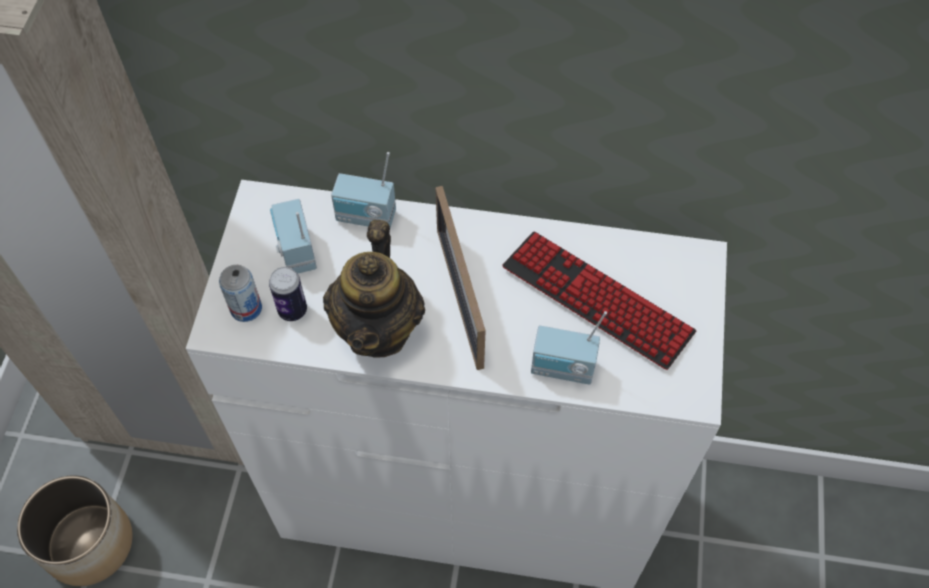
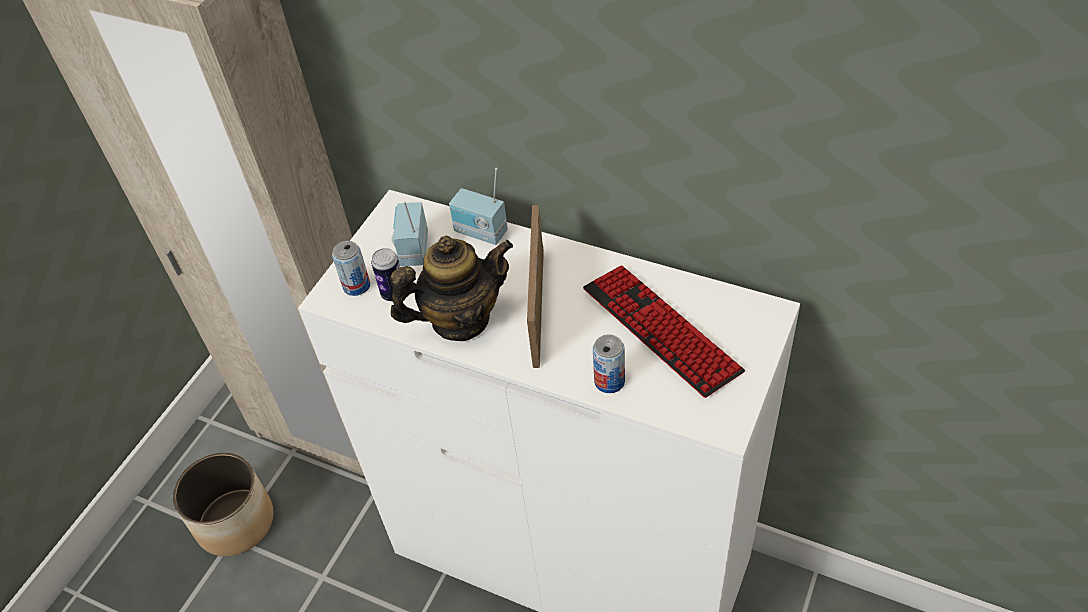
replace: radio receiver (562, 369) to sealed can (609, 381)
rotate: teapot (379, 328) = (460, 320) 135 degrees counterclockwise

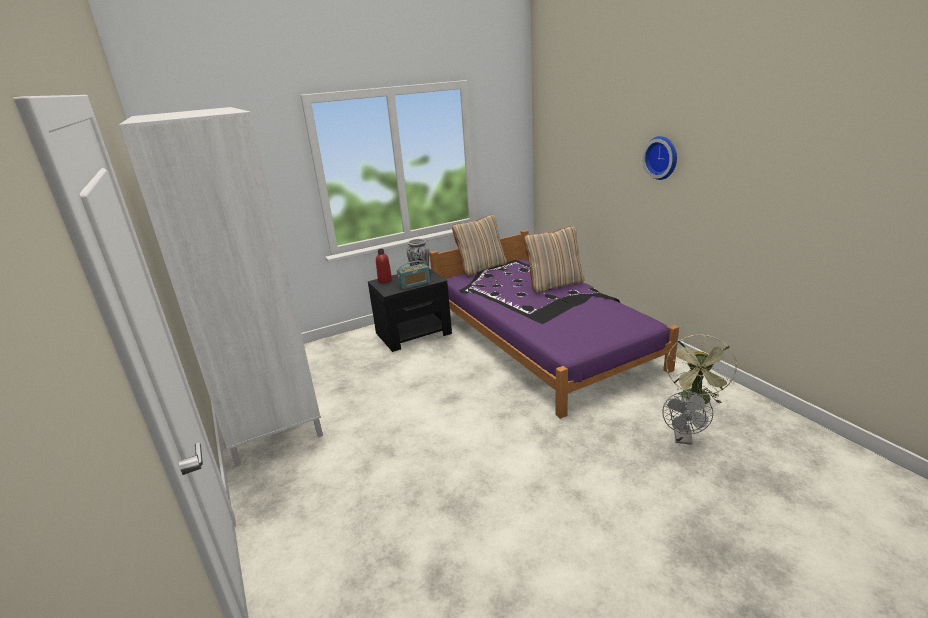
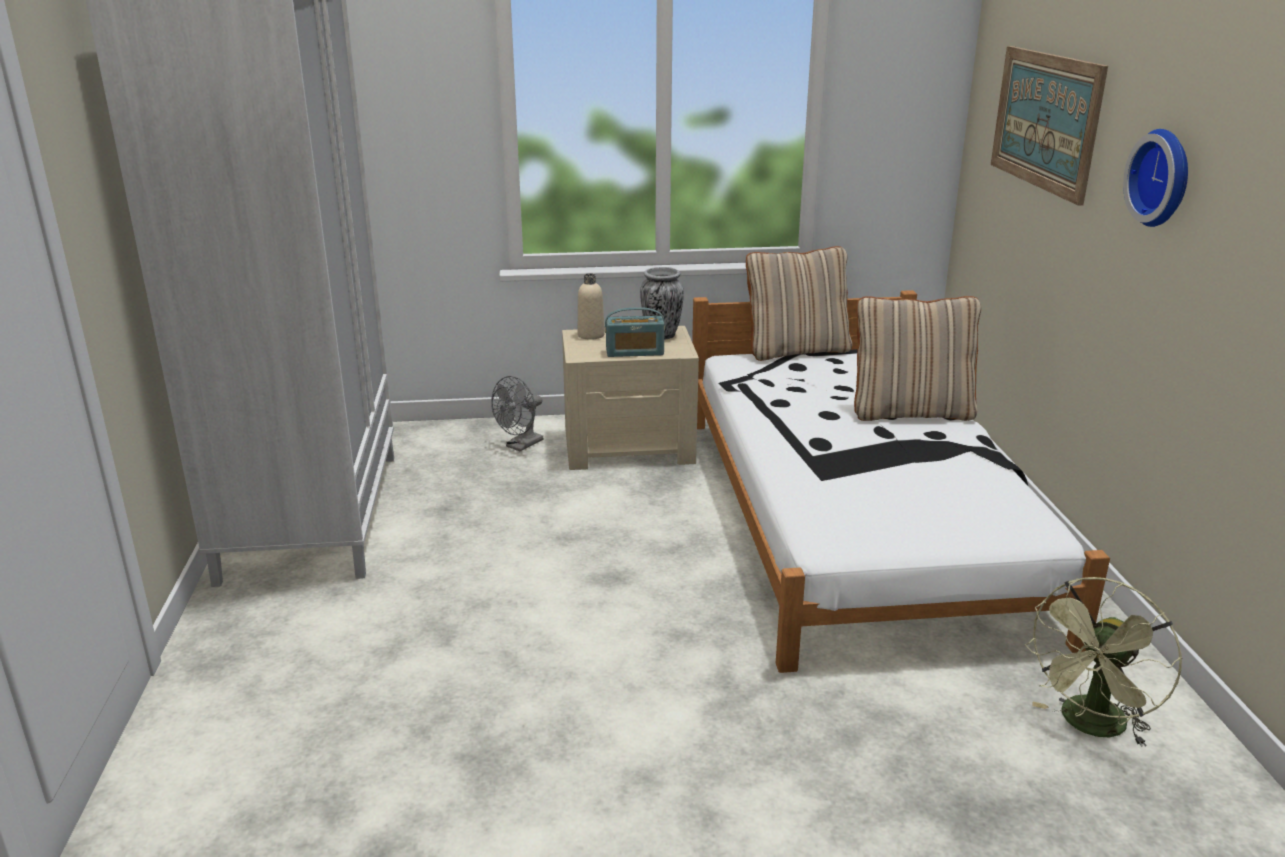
insert: wall art (1045, 120)
move: electric fan in grey (683, 439) to (521, 446)
recolor: night table in black-coloured (414, 333) to night table in beige (629, 446); bottle in red (385, 280) to bottle in beige (591, 335); sleeping bed in purple (539, 339) to sleeping bed in white (851, 516)

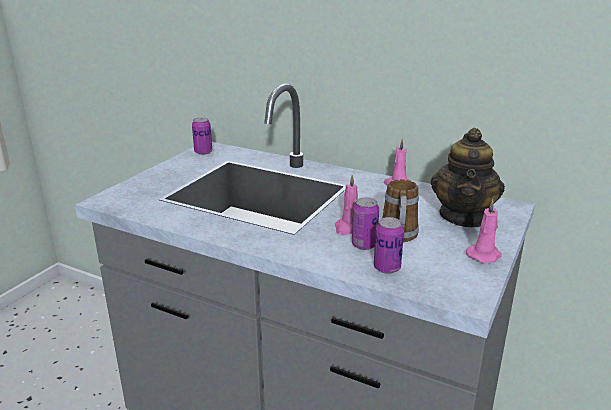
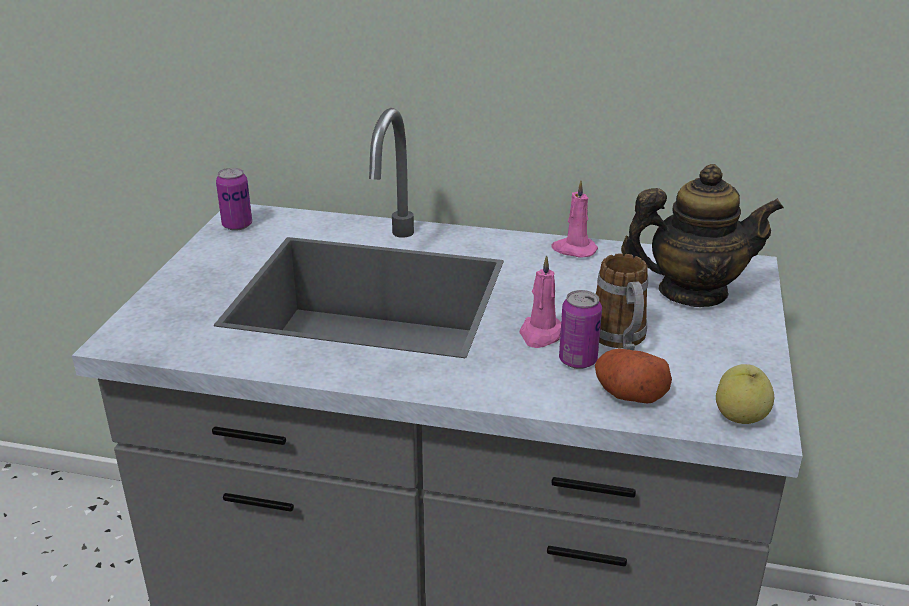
delete: candle in pink (484, 255)
insert: apple (741, 416)
replace: sealed can (387, 268) to potato (628, 394)
rotate: teapot (463, 217) = (692, 292) 90 degrees counterclockwise

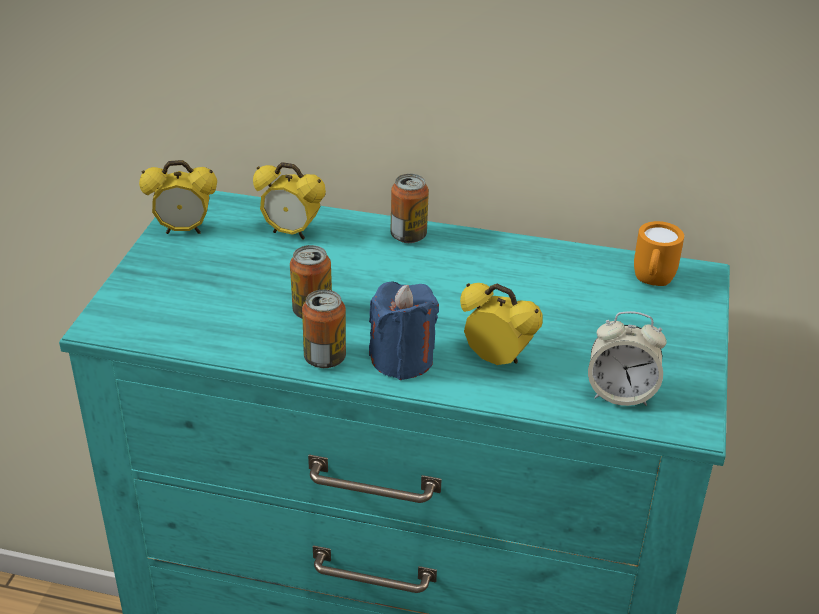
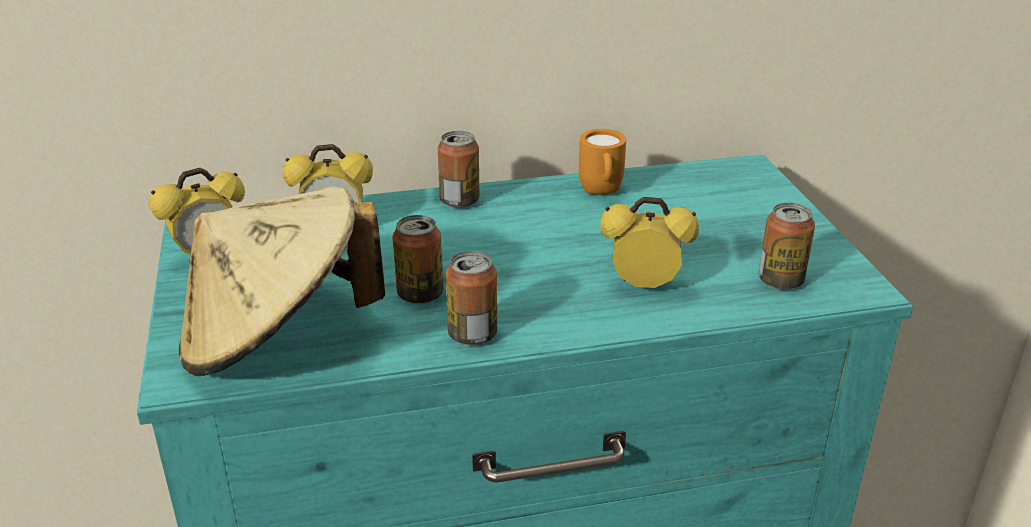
delete: candle in blue (402, 359)
insert: hat in beige (278, 337)
move: mug in orange (651, 283) to (601, 193)
replace: table clock (620, 393) to sealed can (780, 281)

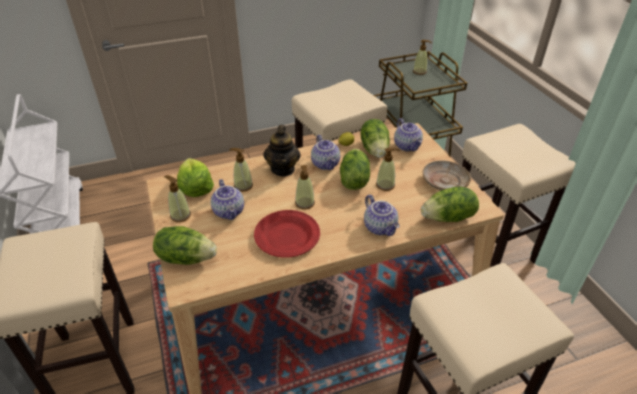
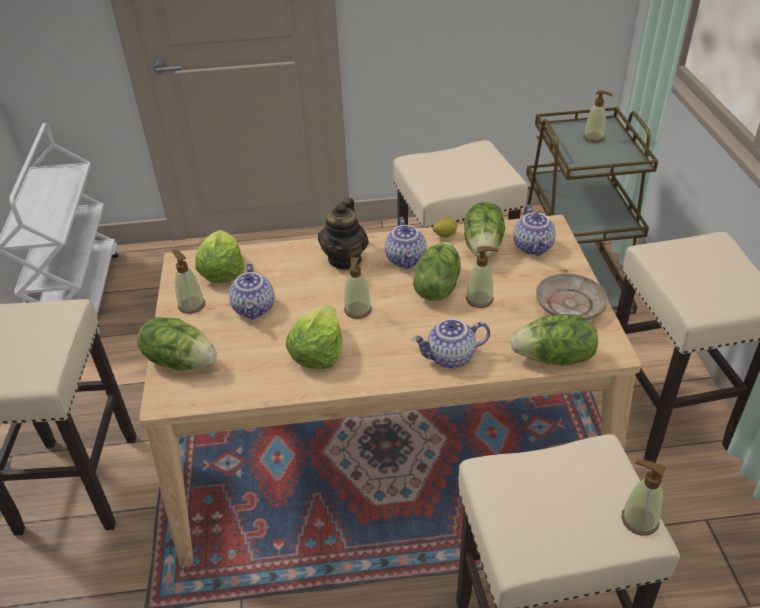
move: liquid soap bottle (243, 186) to (639, 520)
replace: dinner plate in red (287, 236) to head of lettuce (318, 352)
rotate: teapot (381, 227) = (450, 358) 90 degrees clockwise

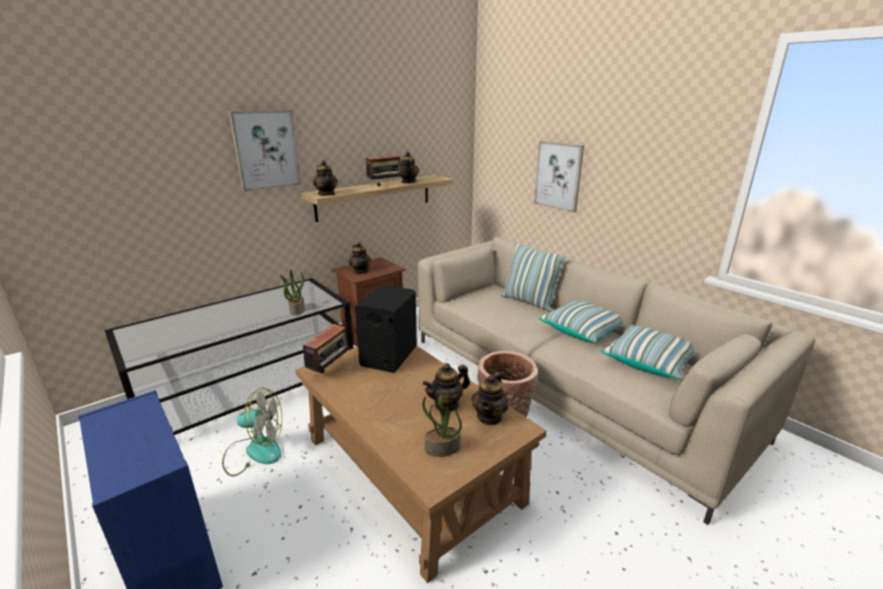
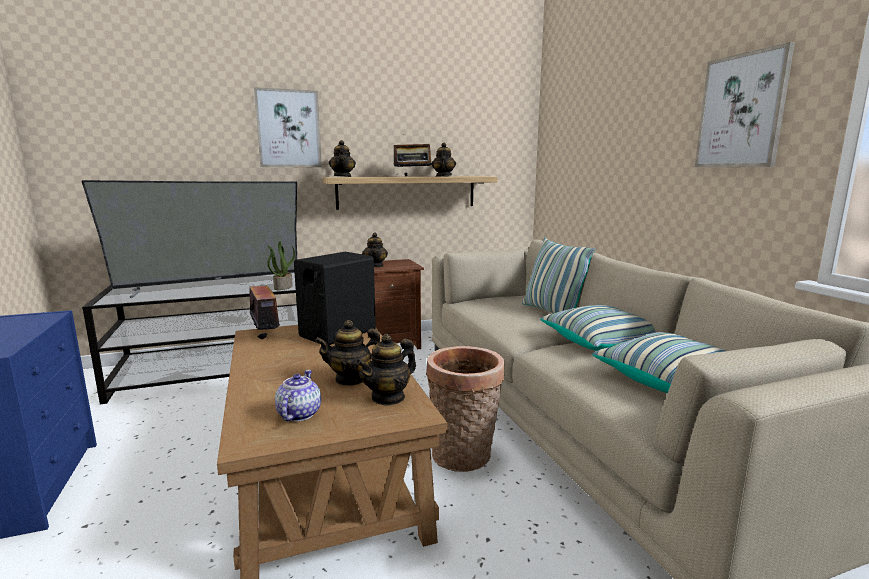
delete: electric fan (254, 451)
insert: TV set (212, 286)
move: wall art (558, 176) to (741, 111)
replace: potted plant (442, 449) to teapot (298, 414)
rotate: radio receiver (330, 370) = (266, 335) 75 degrees counterclockwise

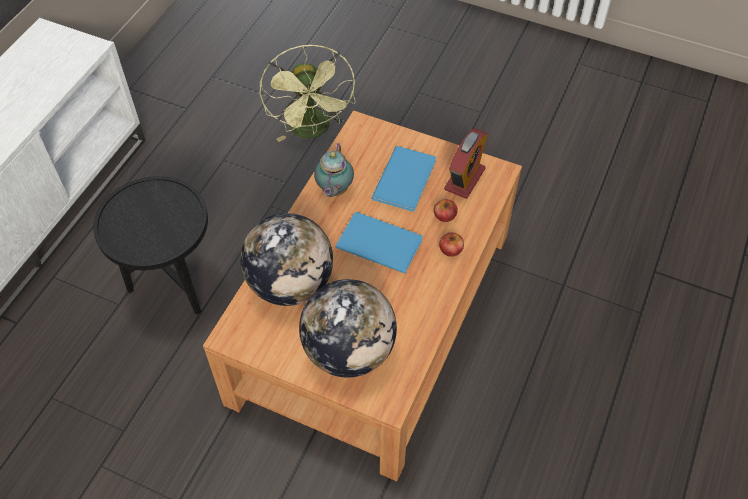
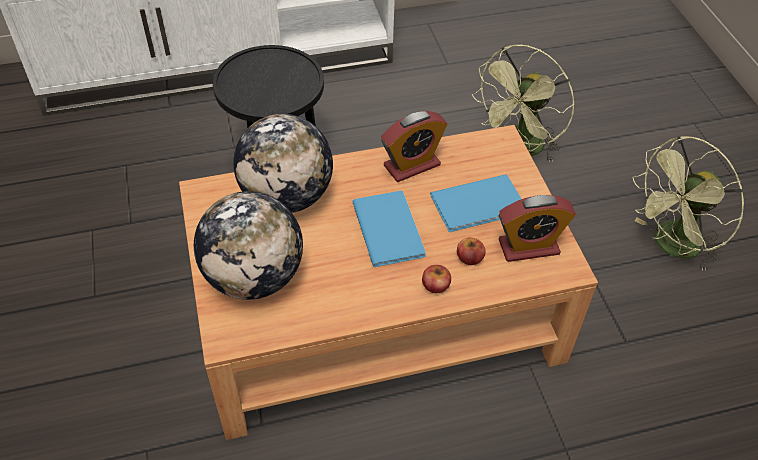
insert: electric fan in green (671, 246)
replace: teapot (334, 191) to table clock (412, 165)

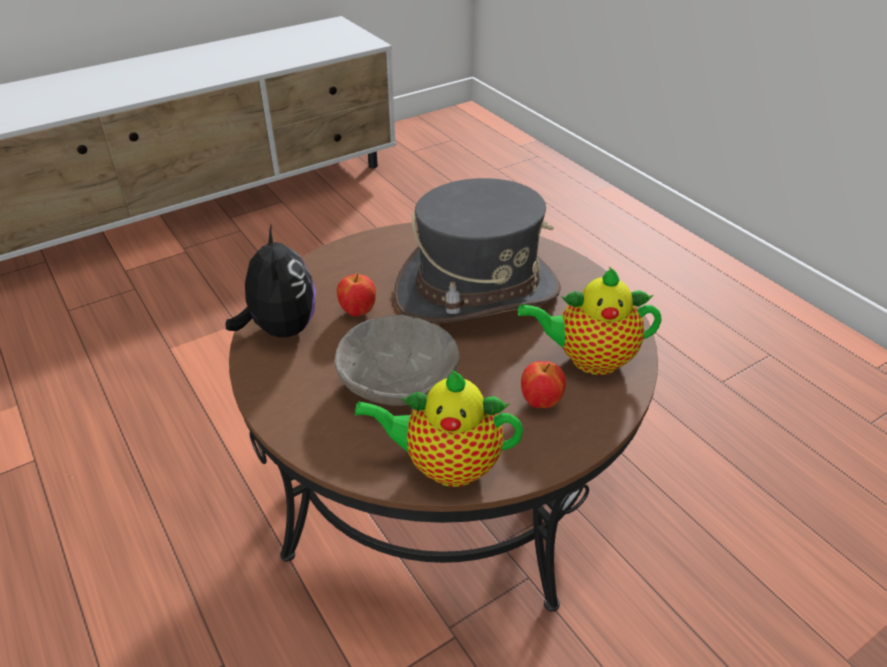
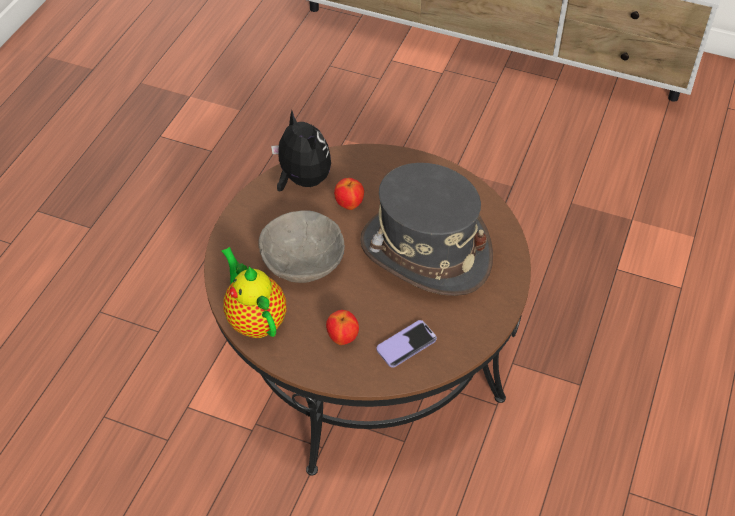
replace: teapot (589, 359) to handset (406, 345)
rotate: cuddly toy (280, 328) = (302, 180) 75 degrees counterclockwise

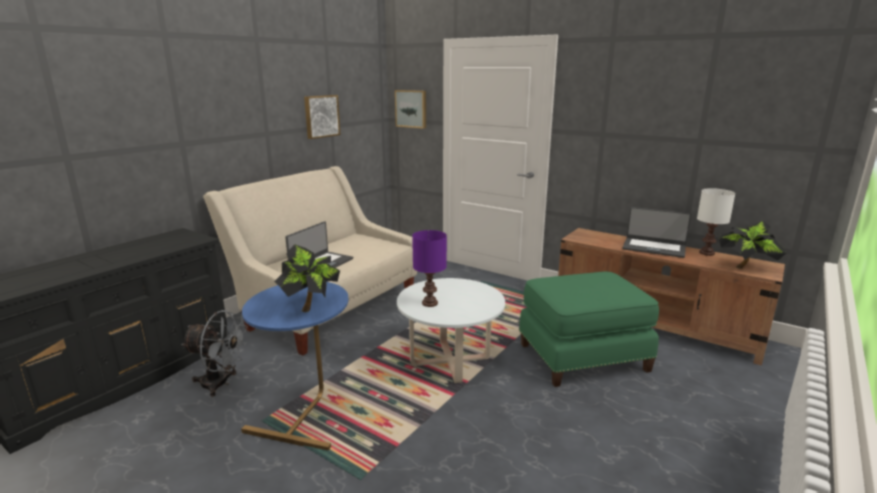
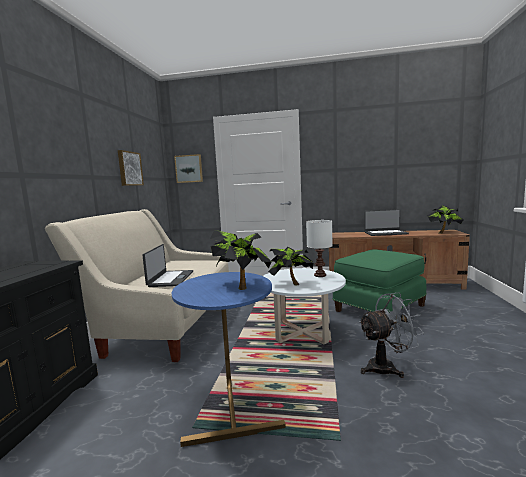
move: electric fan in grey (221, 384) to (387, 367); tabletop lamp in white (707, 253) to (320, 275)
replace: tabletop lamp in purple (429, 303) to potted plant (290, 284)

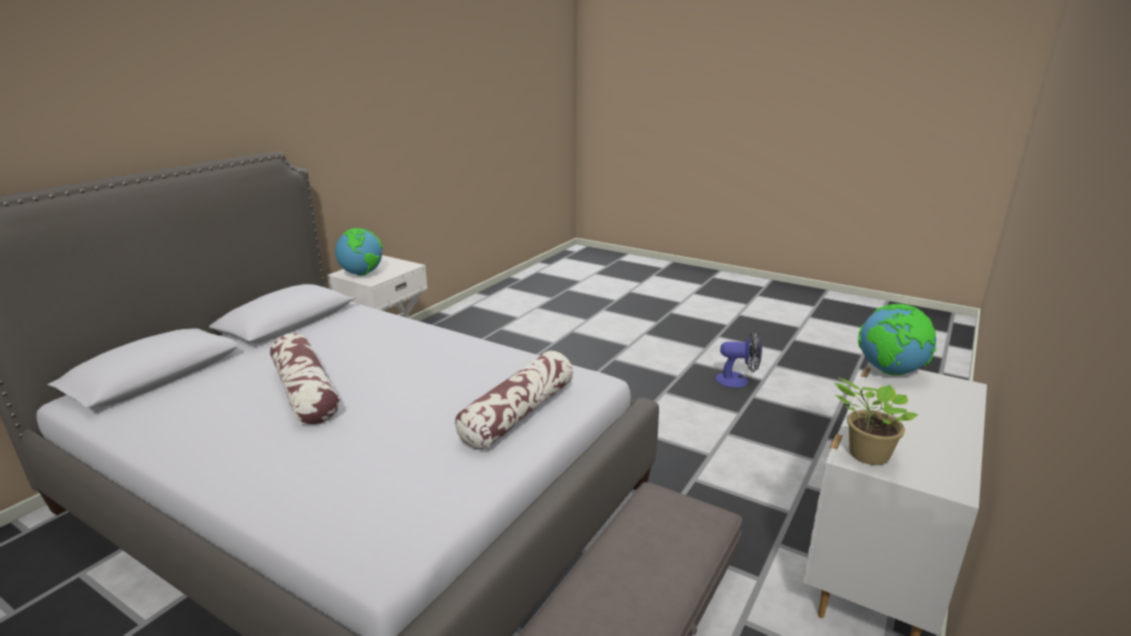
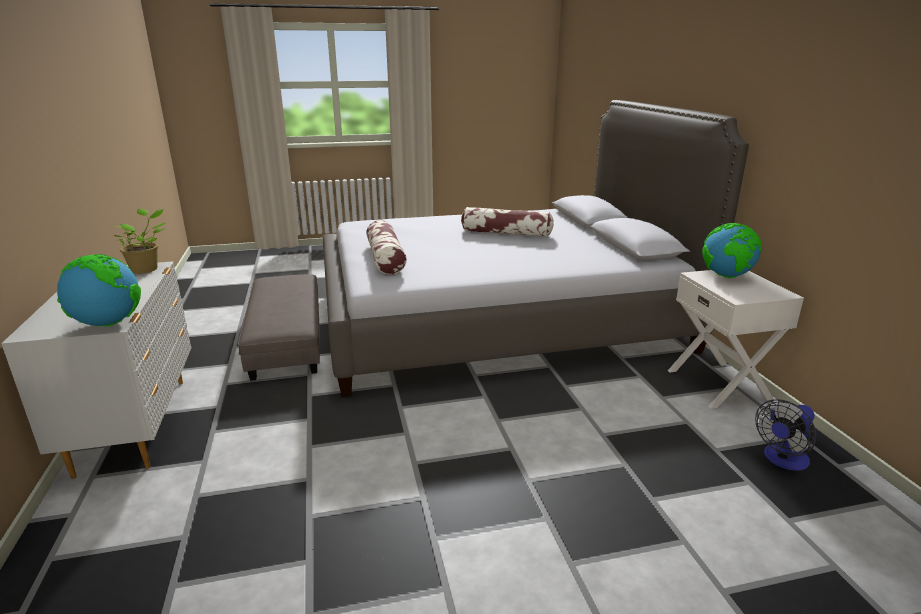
move: electric fan (738, 380) to (782, 460)

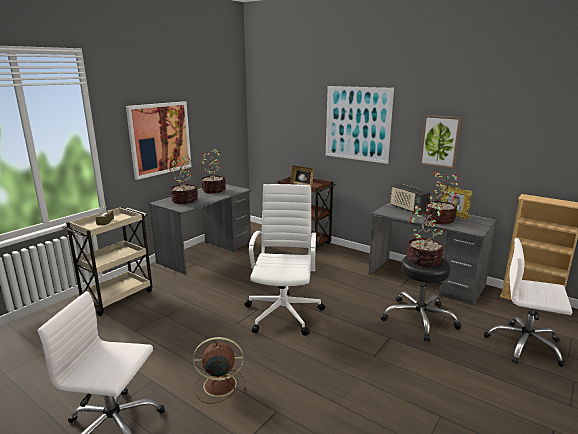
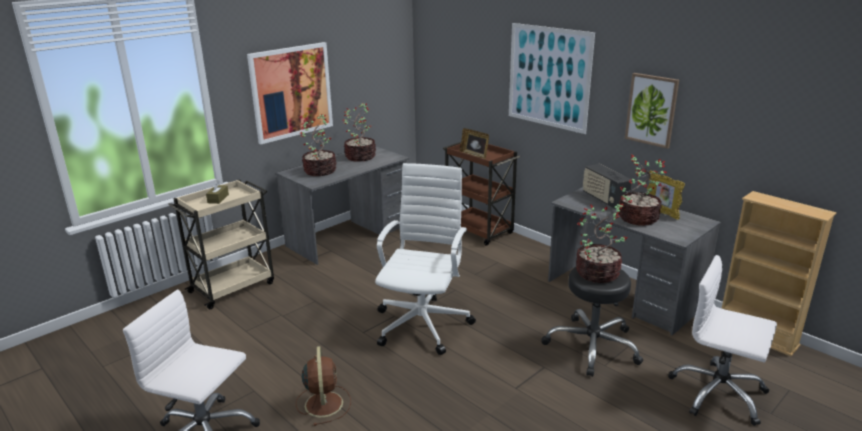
rotate: electric fan in brown-coloured (218, 385) = (323, 403) 75 degrees clockwise

